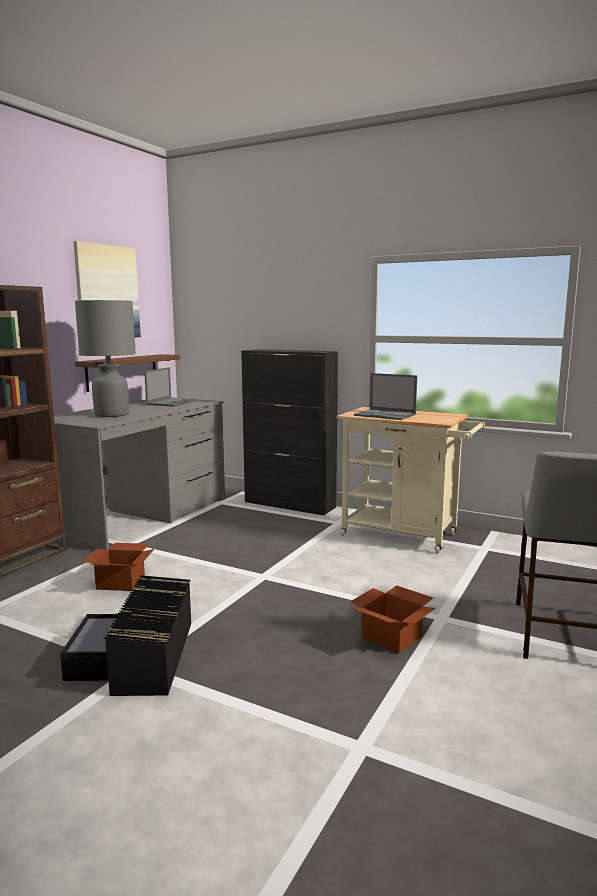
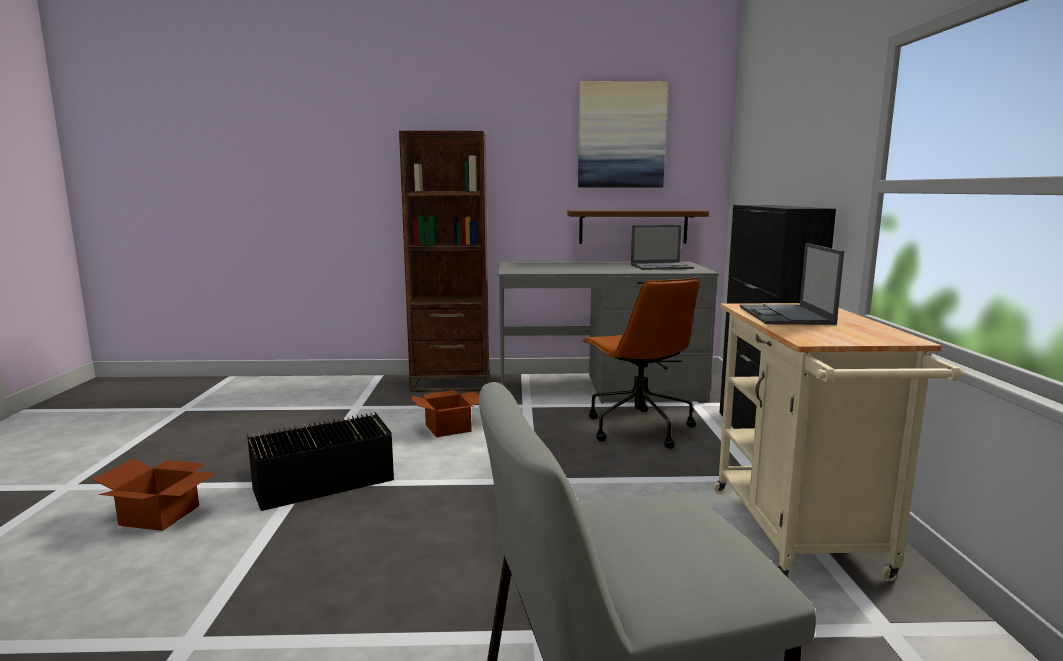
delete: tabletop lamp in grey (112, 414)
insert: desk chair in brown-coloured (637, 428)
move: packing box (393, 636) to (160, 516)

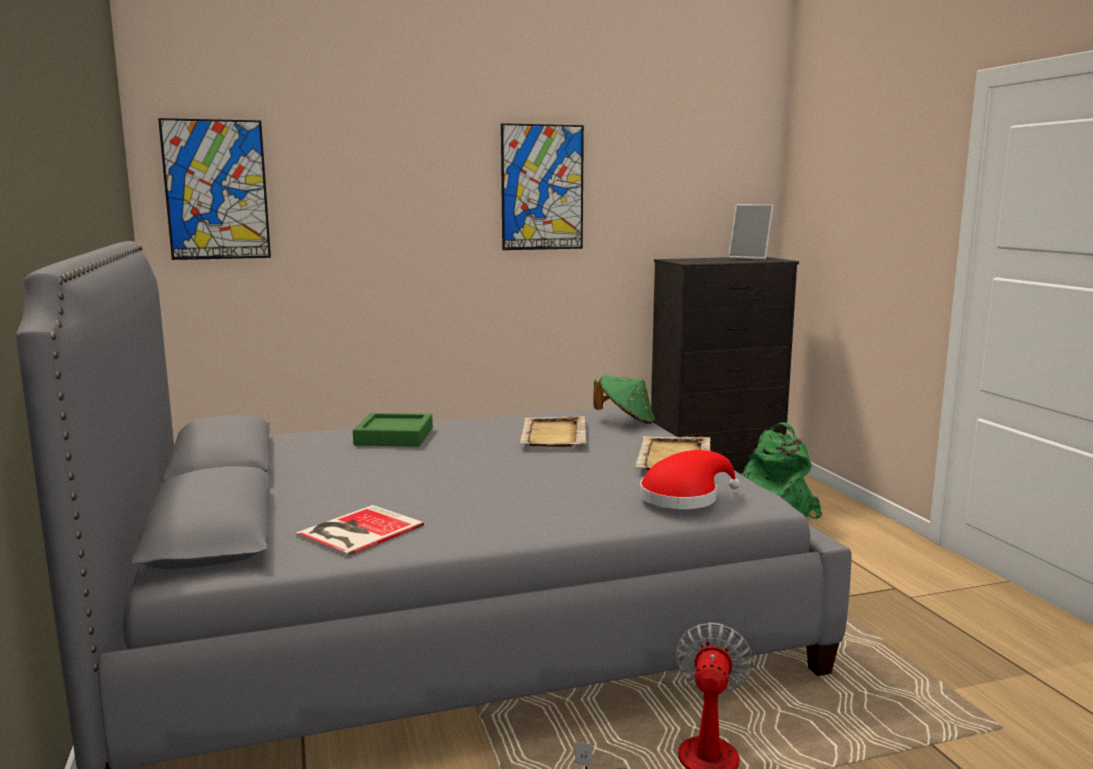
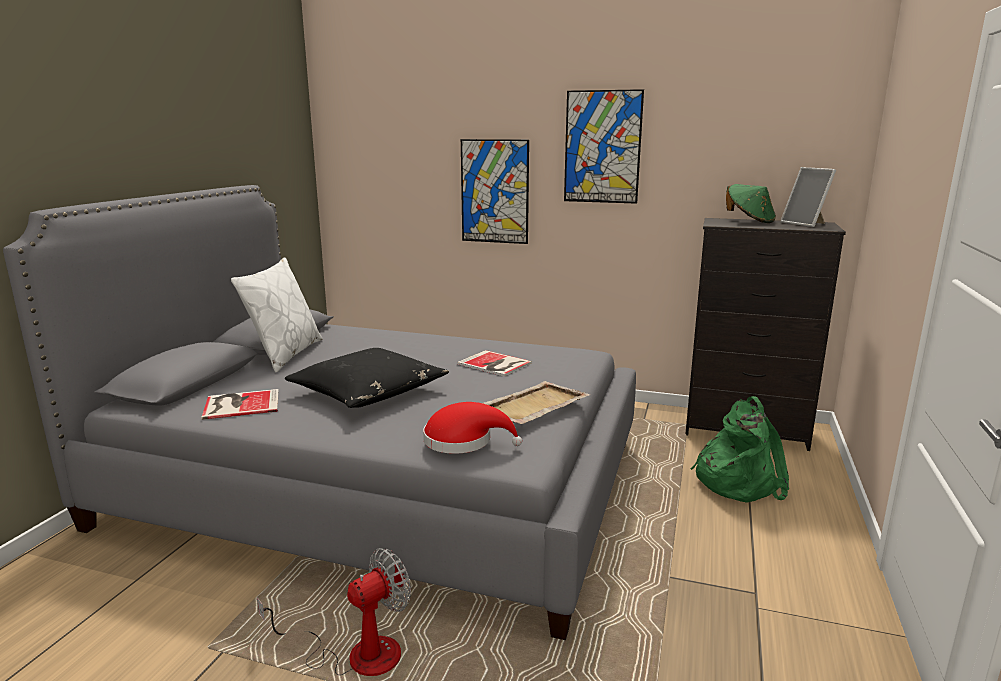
delete: serving tray in green (394, 437)
insert: throw pillow in white (285, 354); throw pillow in black-coloured (368, 391)
move: wall art (216, 190) to (494, 191); hat in green (625, 420) to (749, 221)
replace: serving tray in beige (553, 435) to bound book (495, 364)

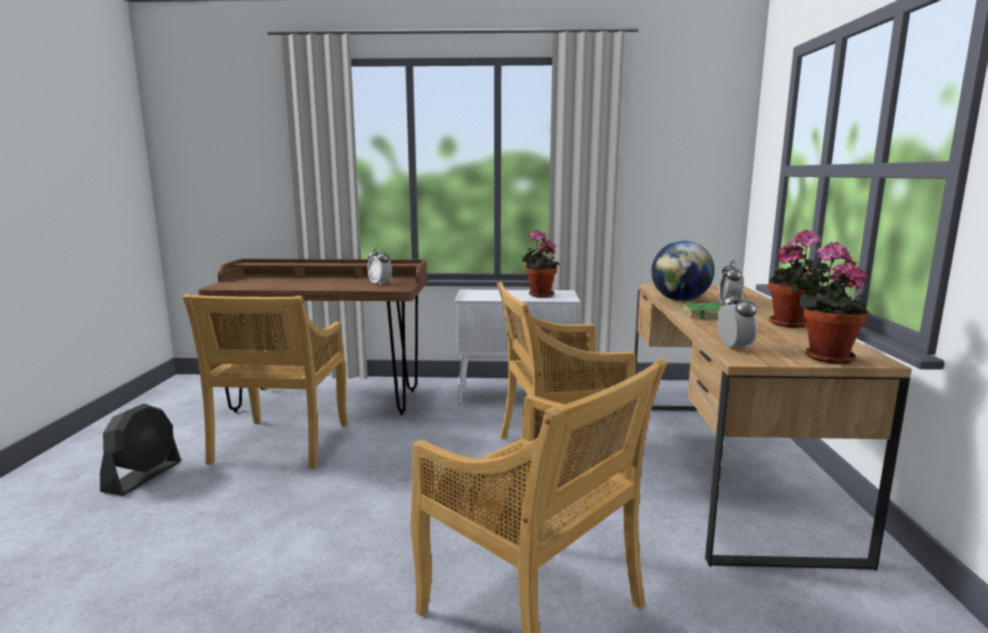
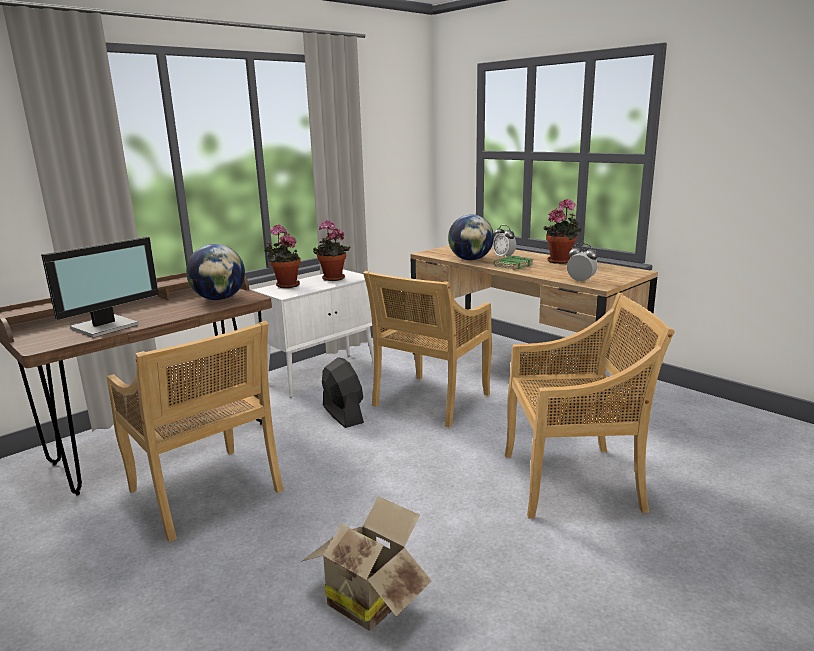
insert: monitor (107, 327); packing box (369, 597)
move: electric fan in black-coloured (143, 476) to (342, 414); potted plant (824, 357) to (285, 285)
replace: table clock (380, 284) to globe (219, 299)

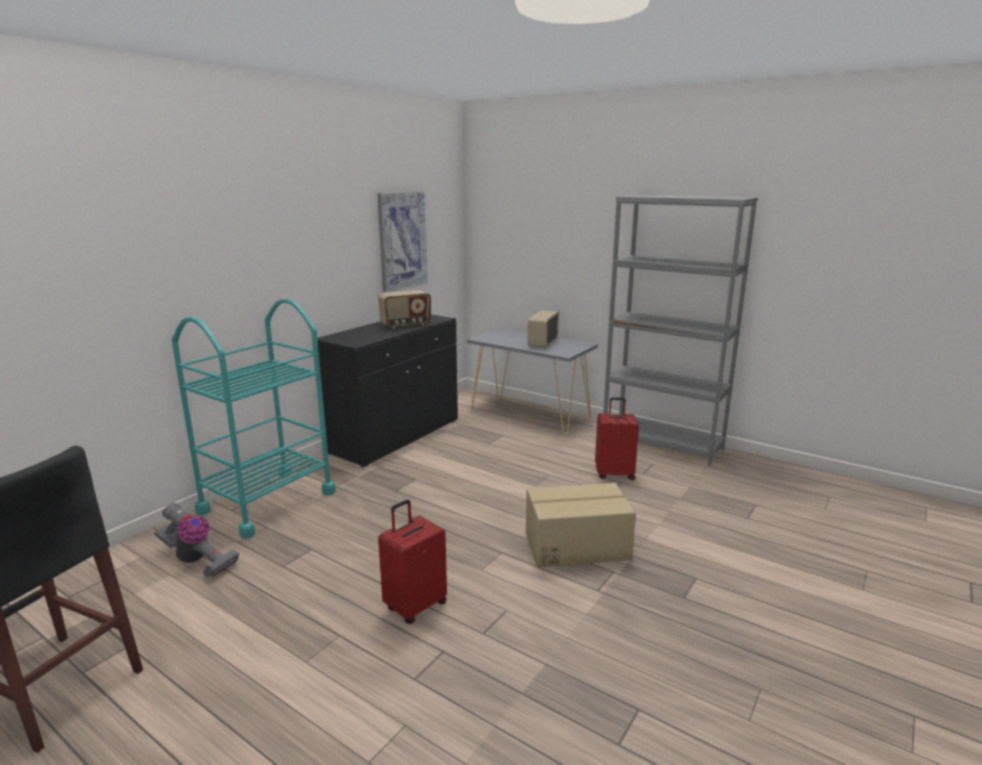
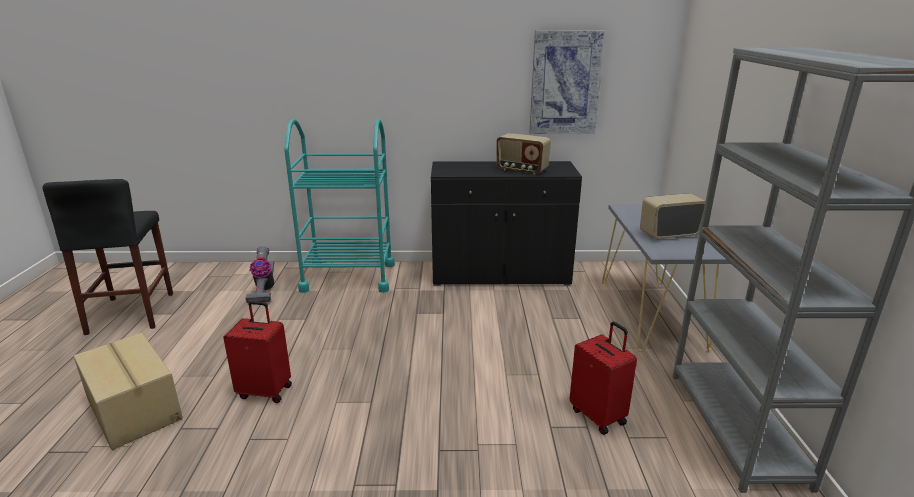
move: packing box (576, 545) to (135, 408)

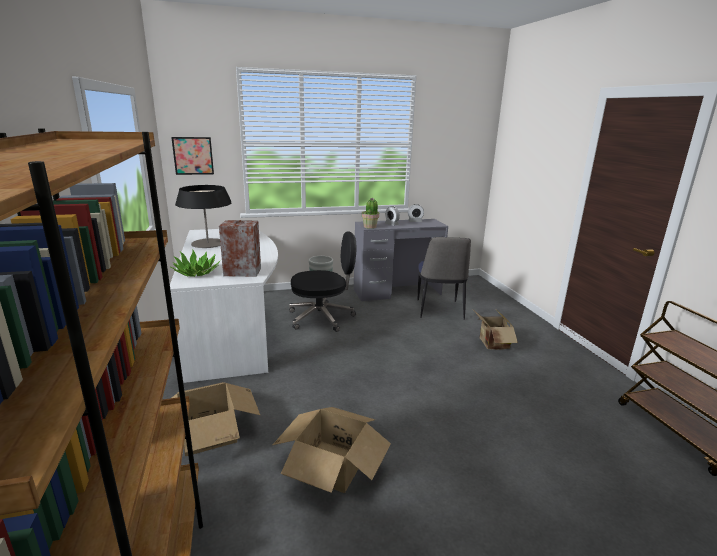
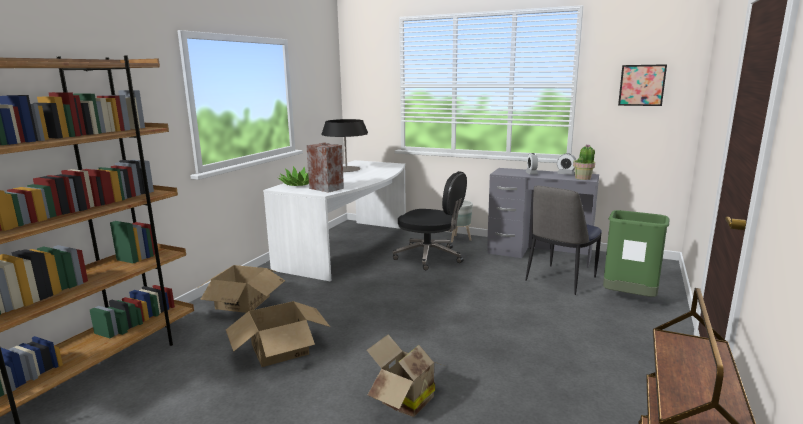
insert: trash can in green (629, 298)
move: wall art (193, 155) to (641, 85); potted plant (370, 226) to (583, 178); packing box (492, 344) to (403, 400)

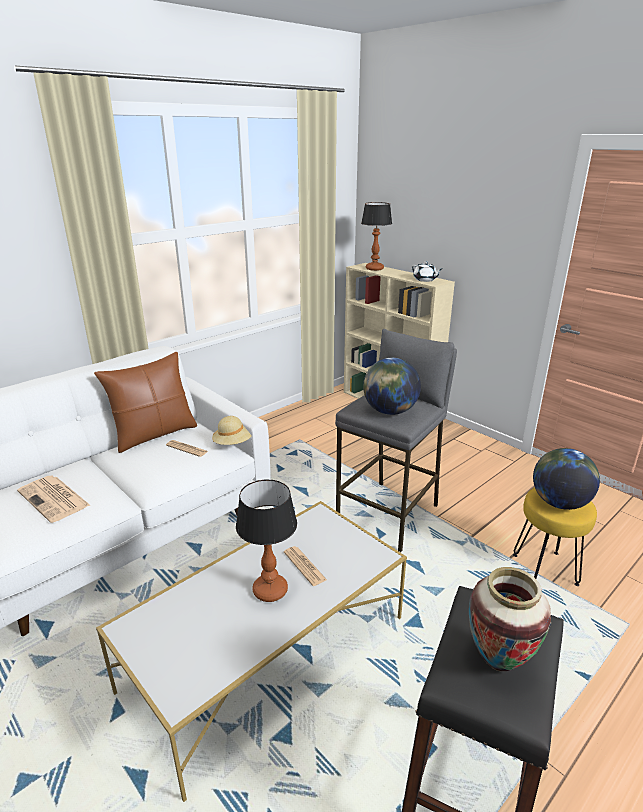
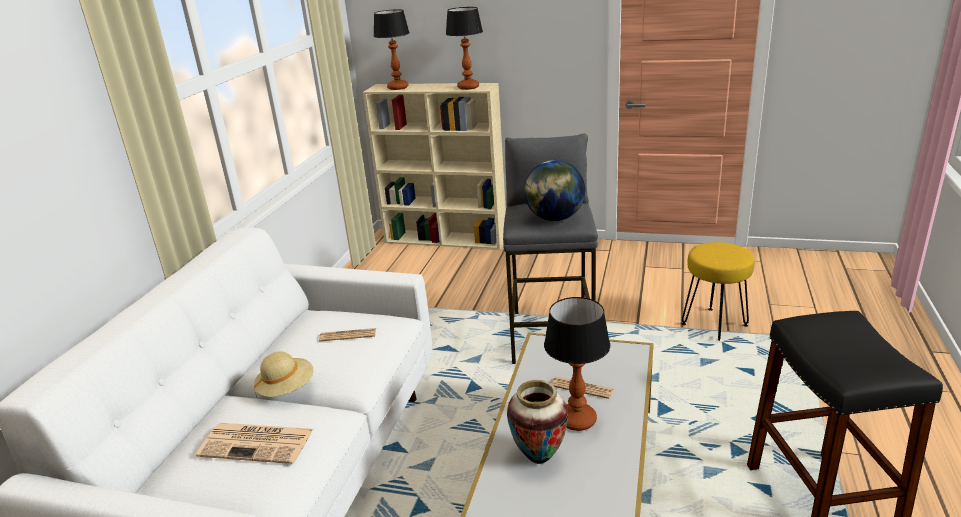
delete: throw pillow in brown-coloured (154, 434); globe (559, 503)
move: hat in beige (233, 443) to (286, 388); decorative vase (498, 661) to (538, 457)
replace: teapot in white (425, 280) to tabletop lamp (468, 87)

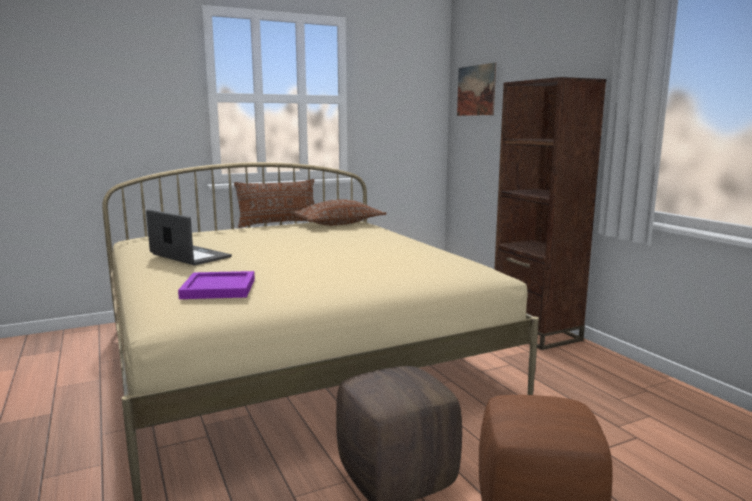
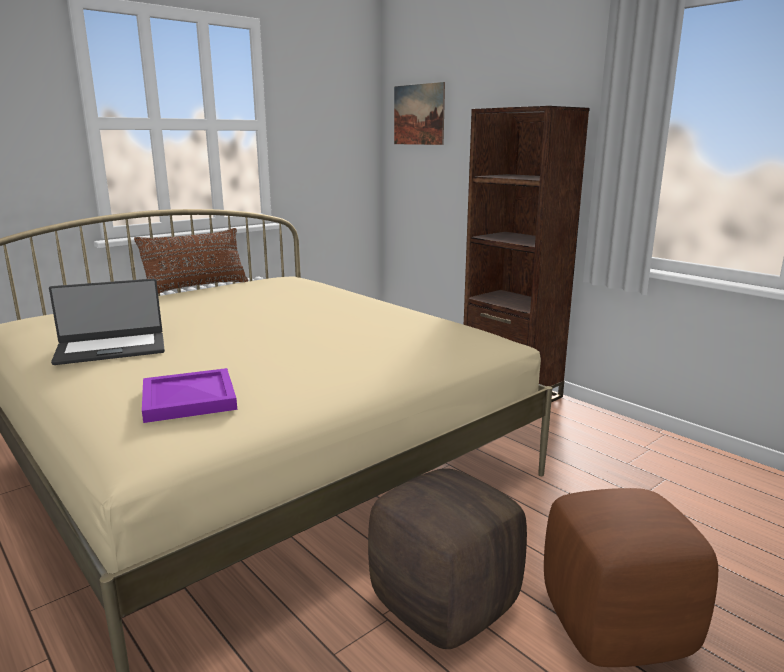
delete: throw pillow in brown-coloured (338, 224)
rotate: portable computer (189, 256) = (111, 349) 135 degrees clockwise

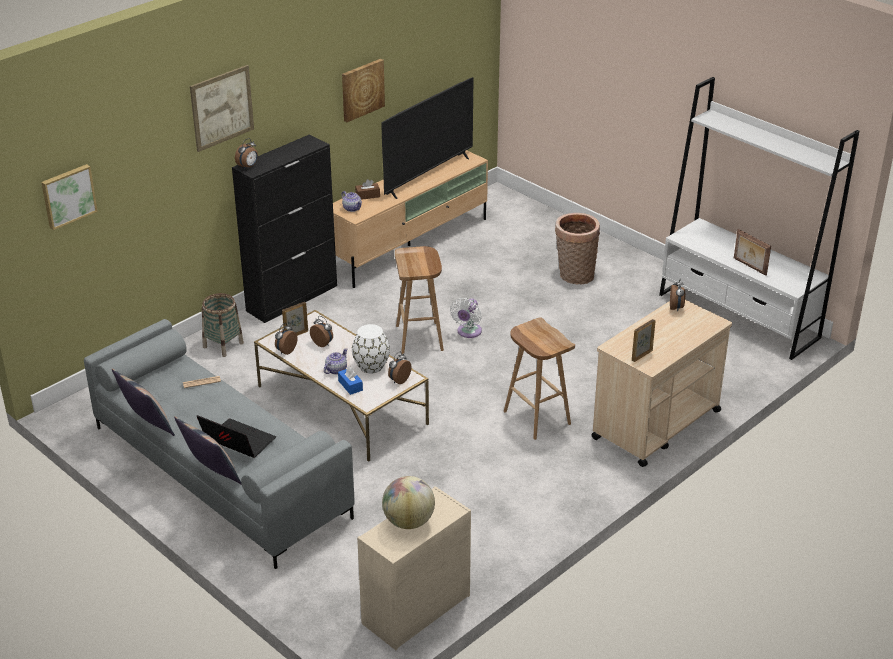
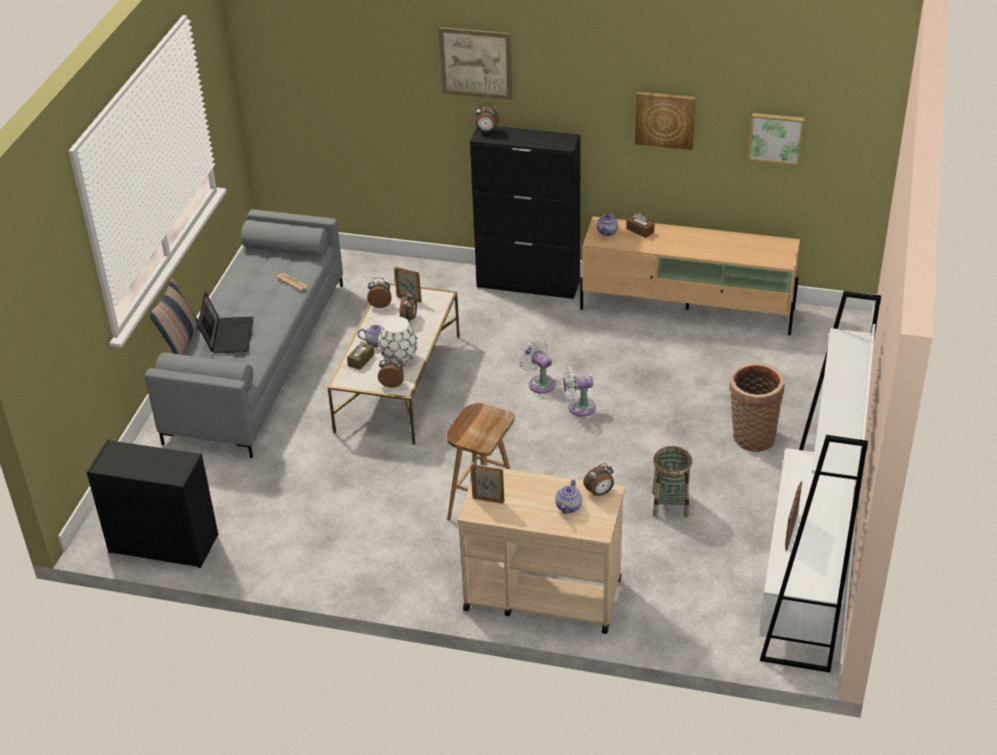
delete: throw pillow (147, 425); TV set (428, 176); globe (408, 522)
insert: teapot (569, 506)
move: wall art (68, 196) to (776, 137); basket (223, 345) to (670, 504)
replace: stool in brown-coloured (420, 338) to electric fan in white (539, 383)
recolor: tissue holder in blue (350, 385) to tissue holder in brown-coloured (361, 360); chest of drawers in beige (415, 610) to chest of drawers in black-coloured (162, 543)

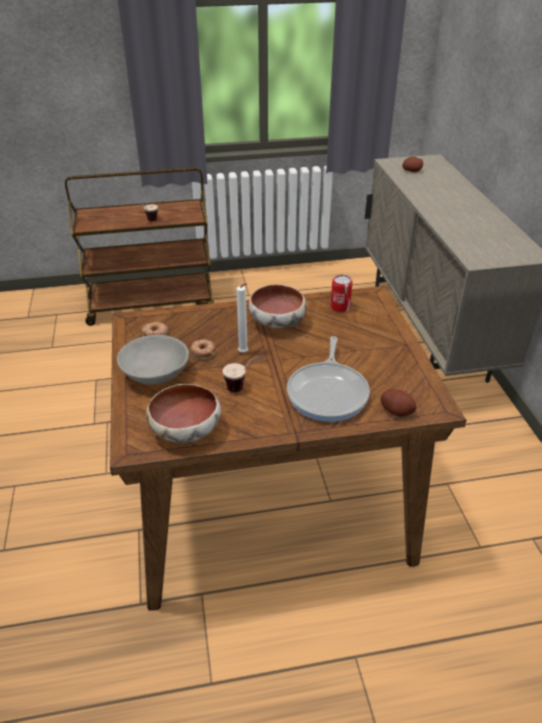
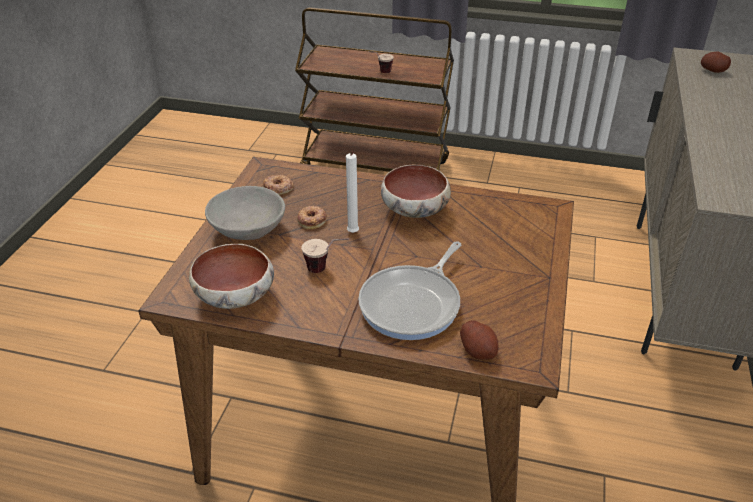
delete: sealed can (340, 307)

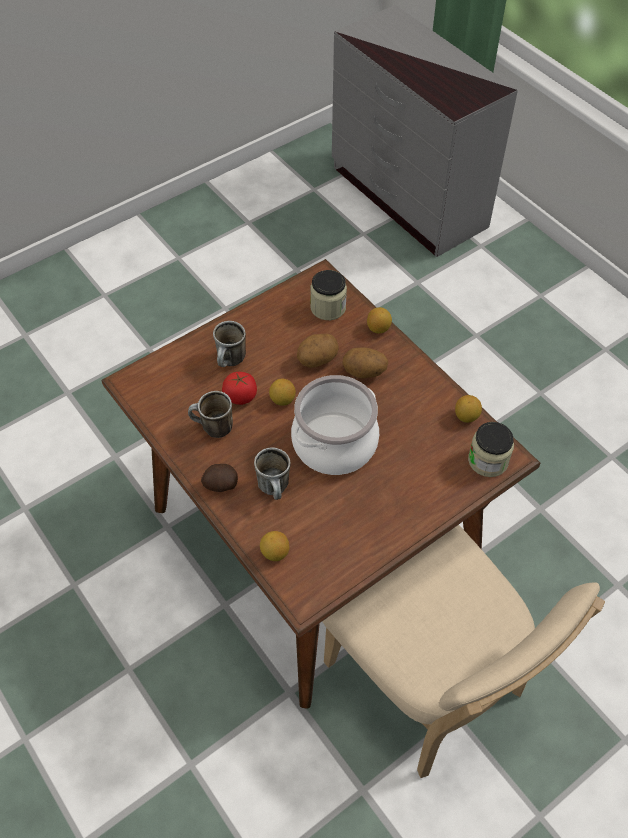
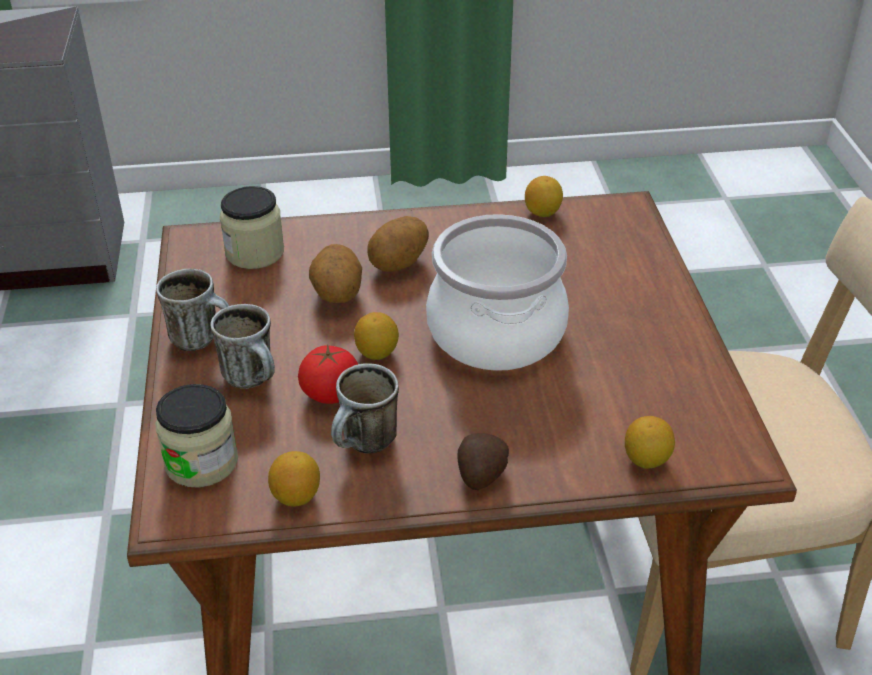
move: mug (276, 489) to (203, 339); whole lemon (378, 328) to (296, 496); storage jar (488, 460) to (201, 462)

